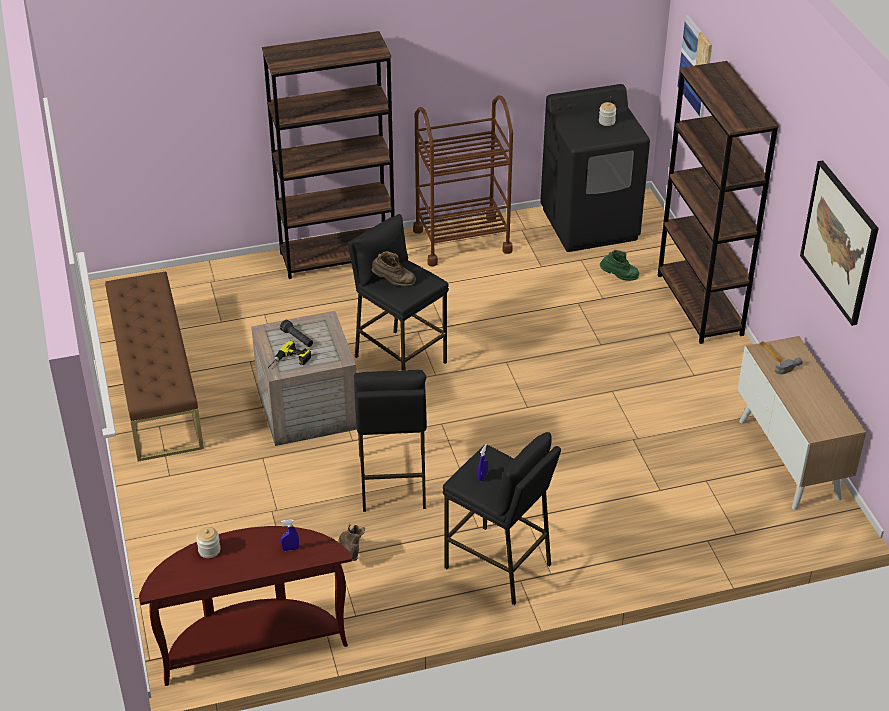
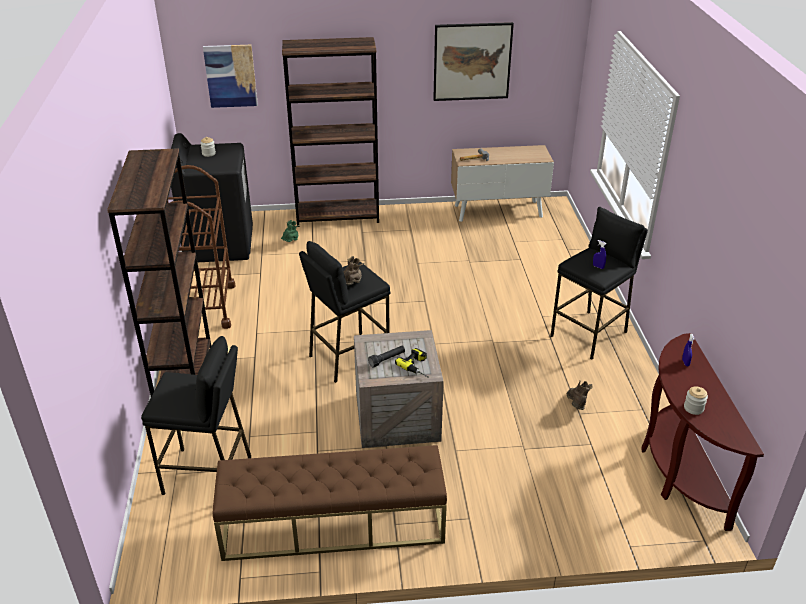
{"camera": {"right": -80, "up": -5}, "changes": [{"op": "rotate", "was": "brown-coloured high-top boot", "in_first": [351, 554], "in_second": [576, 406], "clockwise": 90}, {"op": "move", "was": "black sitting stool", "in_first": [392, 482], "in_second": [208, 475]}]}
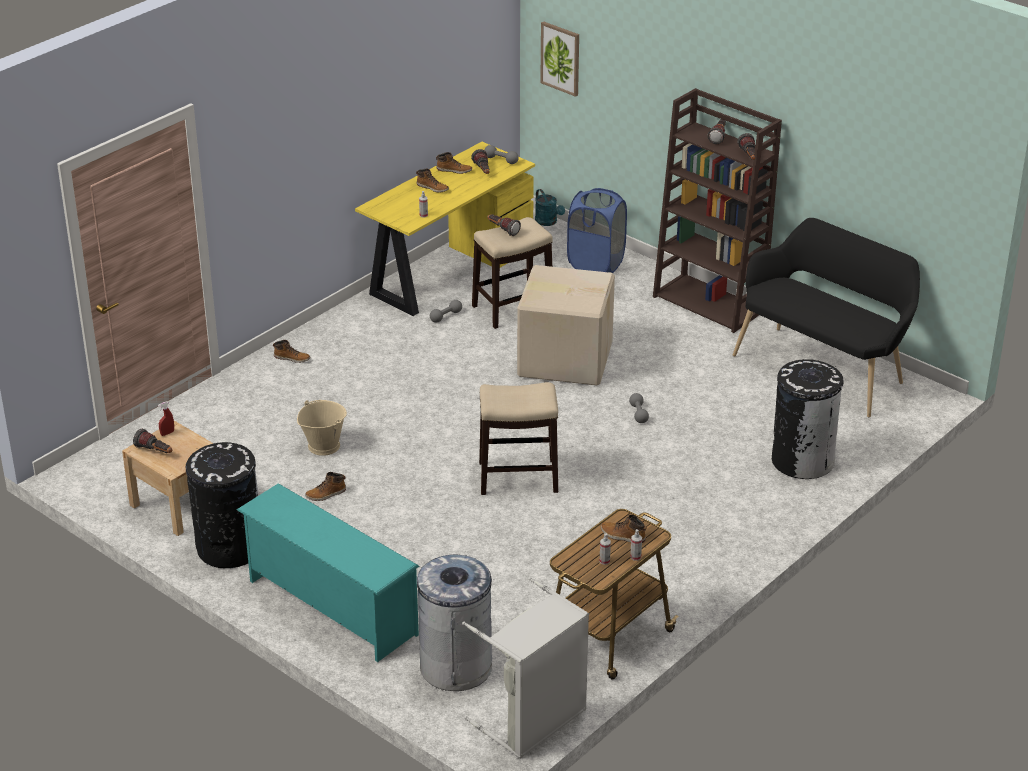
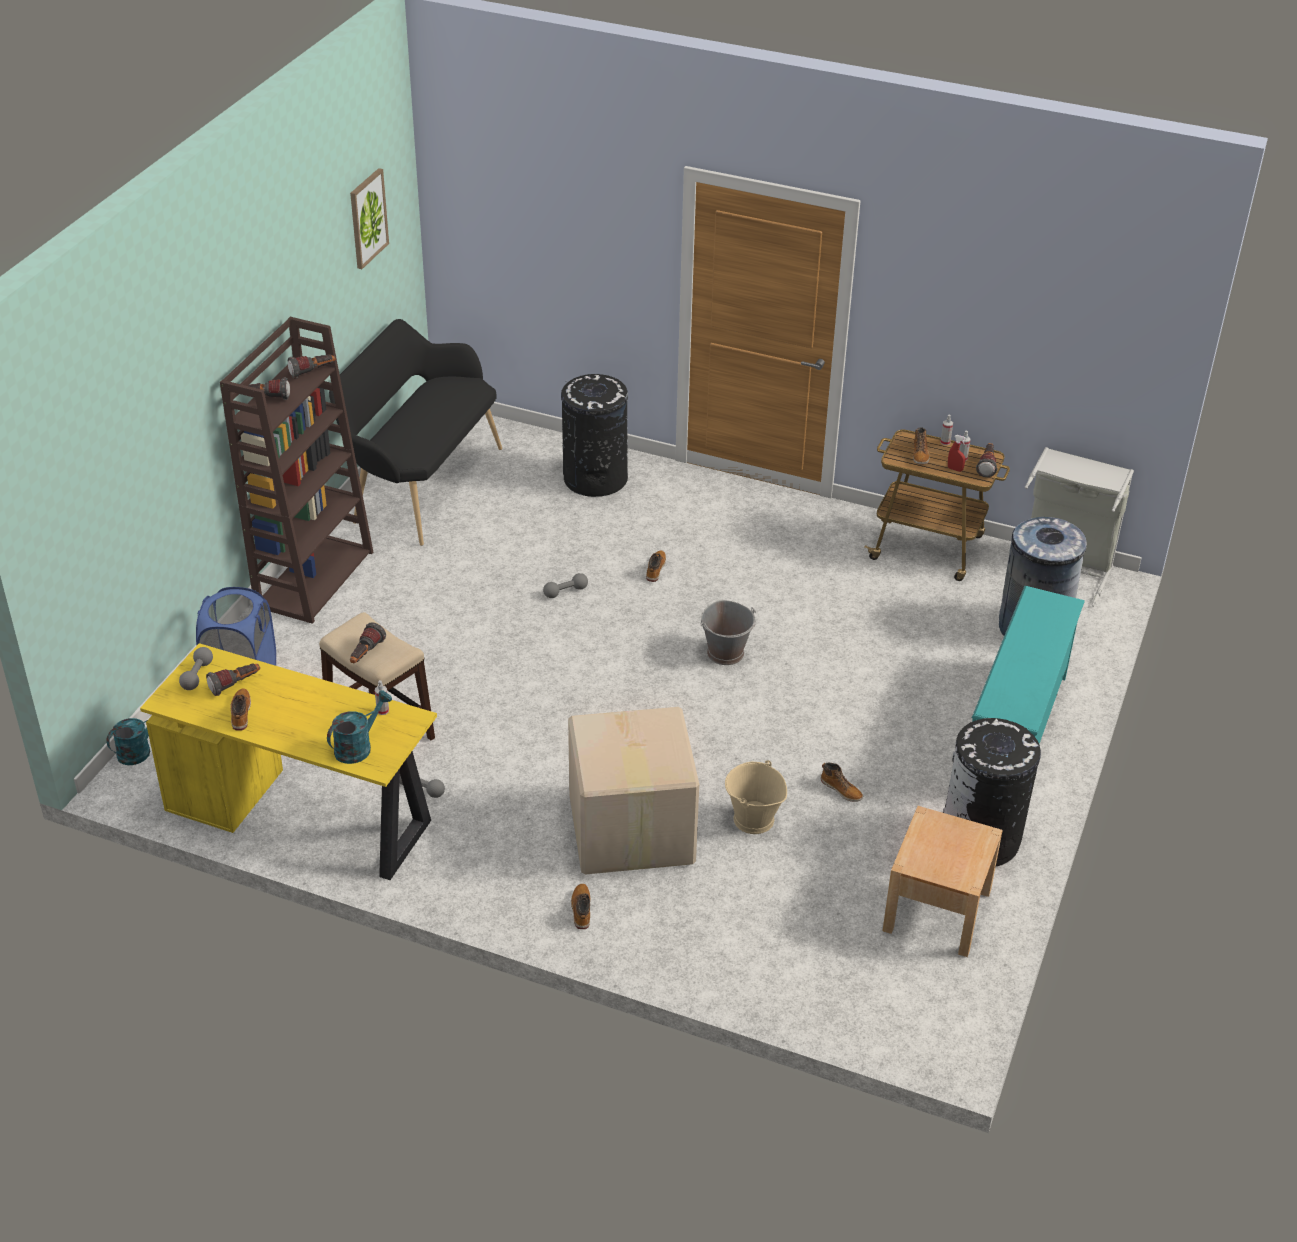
{"camera": {"right": -110, "up": 5}, "changes": [{"op": "move", "was": "torch", "in_first": [155, 451], "in_second": [987, 466]}, {"op": "move", "was": "red spray bottle", "in_first": [167, 433], "in_second": [955, 469]}, {"op": "move", "was": "high-top boot", "in_first": [433, 188], "in_second": [655, 569]}, {"op": "replace", "was": "sitting stool", "now": "gray water bucket", "in_first": [517, 477], "in_second": [726, 653]}, {"op": "move", "was": "cardboard box", "in_first": [564, 358], "in_second": [629, 831]}, {"op": "move", "was": "wall art", "in_first": [560, 58], "in_second": [367, 218]}, {"op": "insert", "now": "blue-green sprinkling can", "in_second": [358, 746]}]}
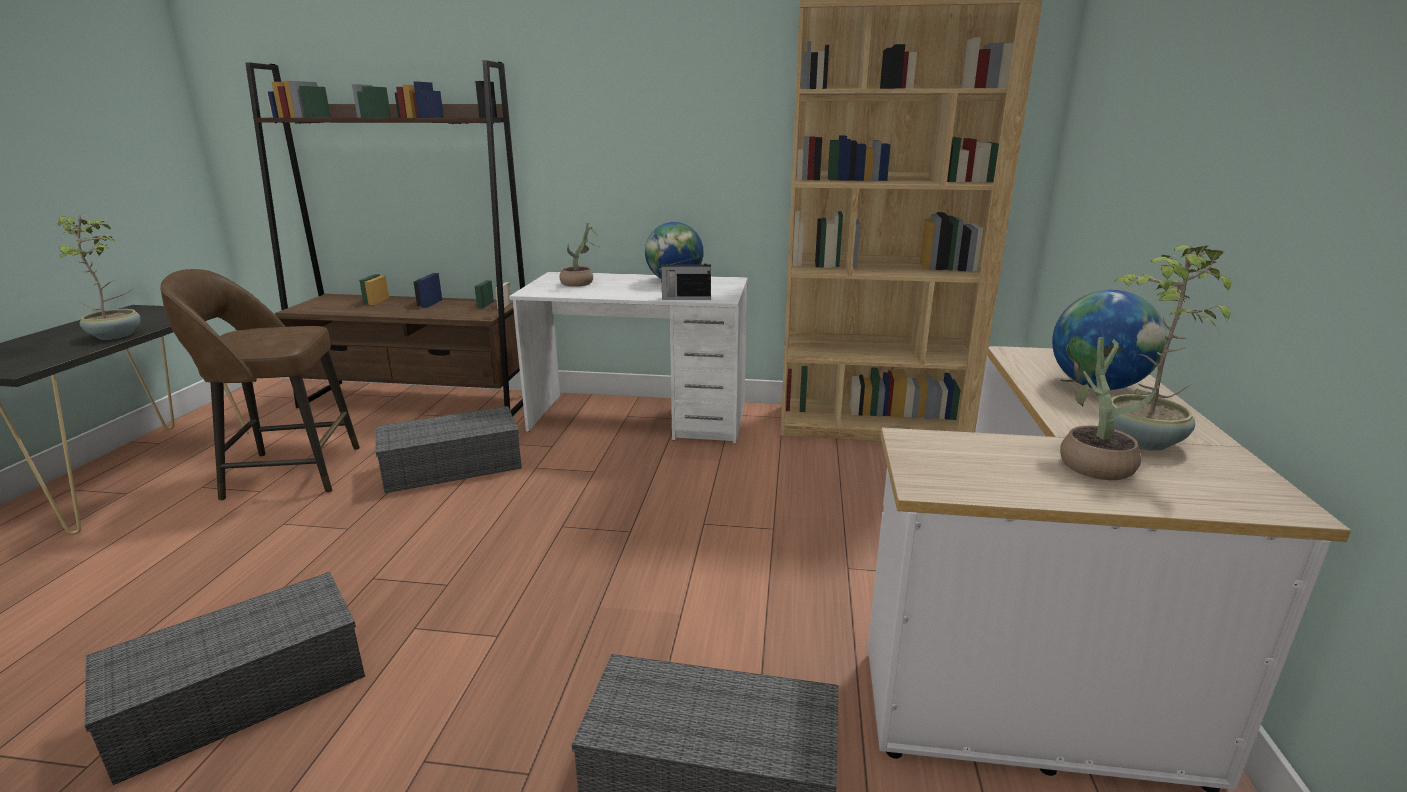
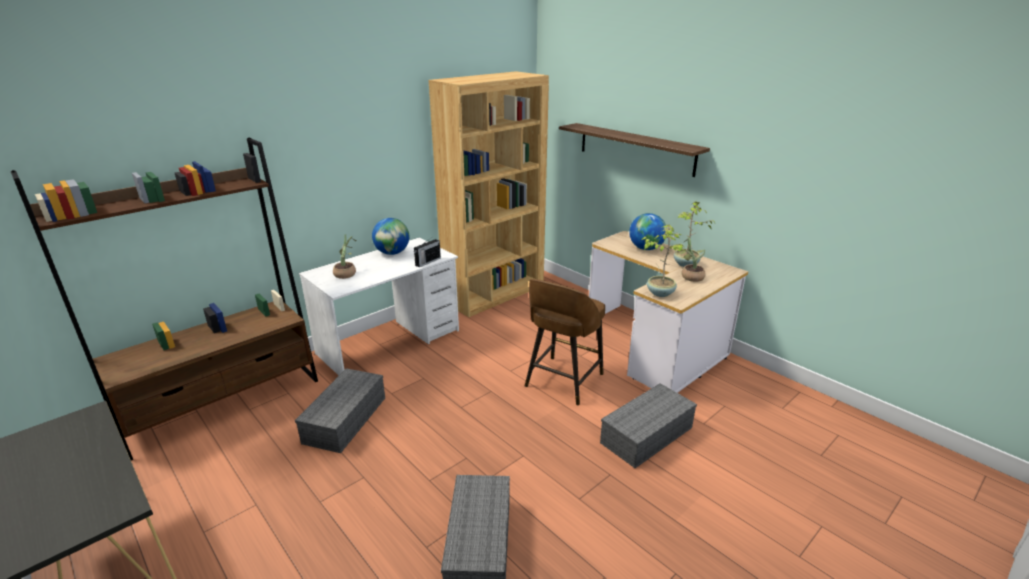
{"camera": {"right": -50, "up": 5}, "changes": [{"op": "move", "was": "potted plant", "in_first": [117, 335], "in_second": [660, 293]}, {"op": "move", "was": "brown-coloured sitting stool", "in_first": [289, 472], "in_second": [563, 381]}, {"op": "insert", "now": "shelf", "in_second": [635, 148]}]}
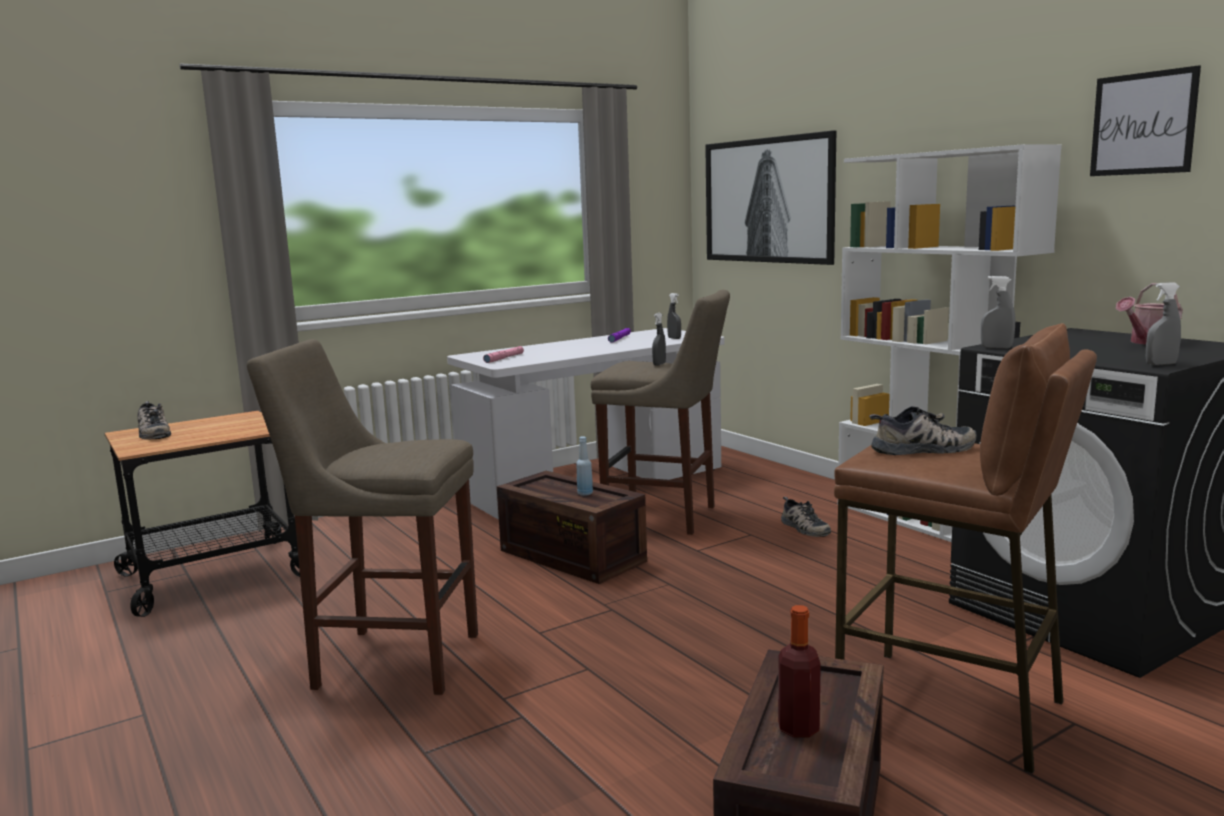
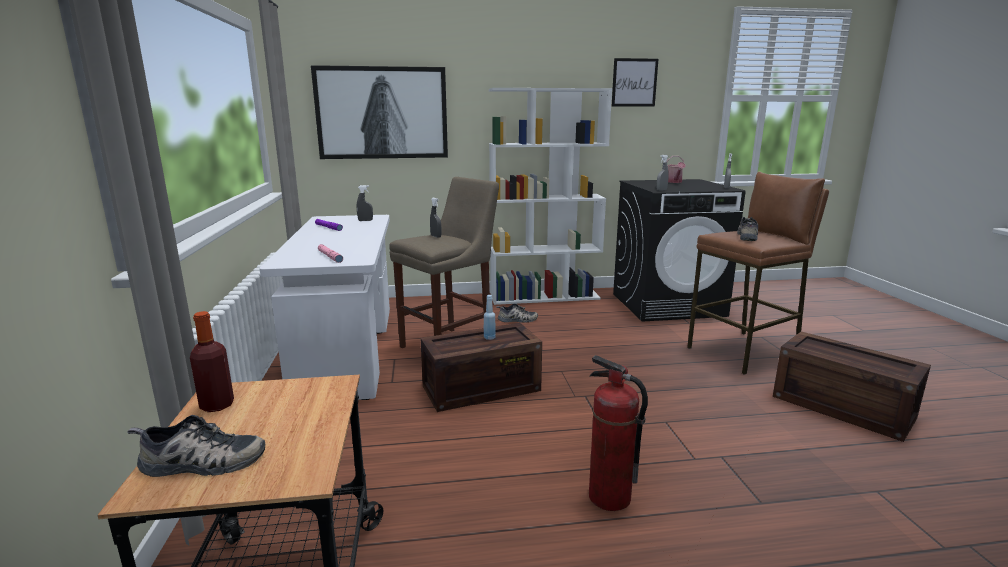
{"camera": {"right": -65, "up": 5}, "changes": [{"op": "replace", "was": "beige sitting stool", "now": "extinguisher", "in_first": [390, 659], "in_second": [609, 497]}, {"op": "move", "was": "bottle", "in_first": [798, 728], "in_second": [217, 405]}]}
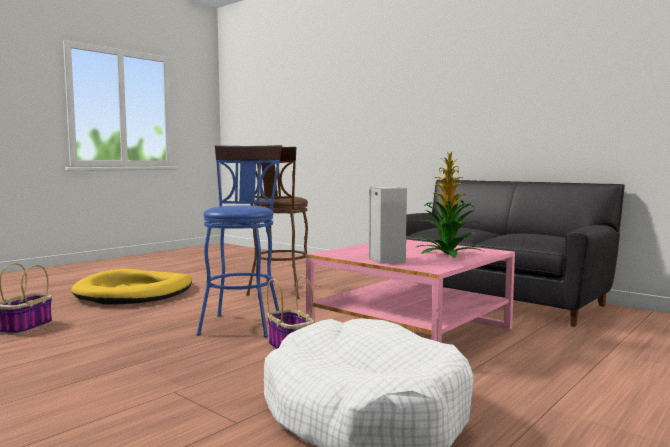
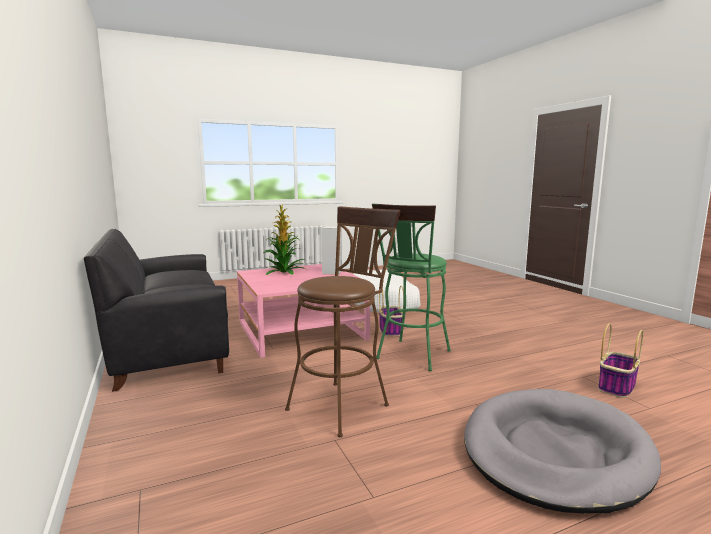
{"camera": {"right": -155, "up": 5}, "changes": [{"op": "recolor", "was": "yellow pet bed", "now": "gray pet bed", "in_first": [135, 292], "in_second": [554, 452]}, {"op": "recolor", "was": "bluish sitting stool", "now": "green-coloured sitting stool", "in_first": [242, 323], "in_second": [411, 357]}]}
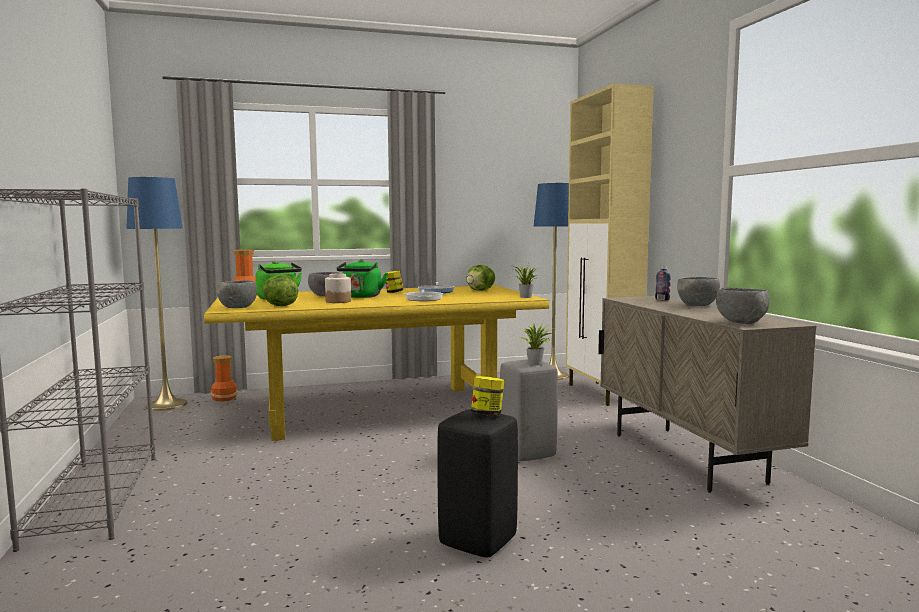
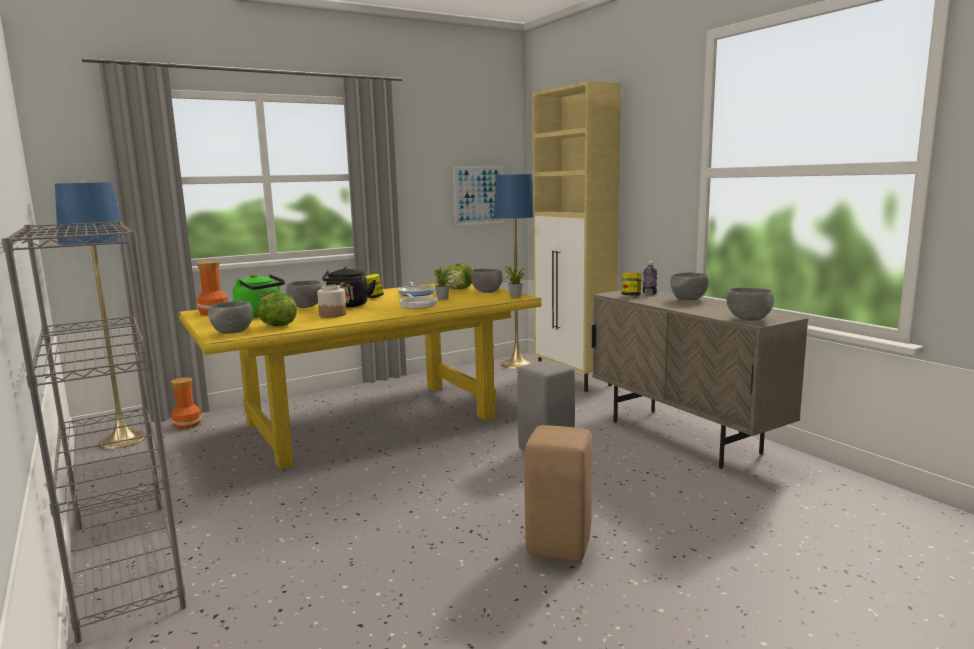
{"camera": {"right": -15, "up": 5}, "changes": [{"op": "recolor", "was": "green-coloured kettle", "now": "black kettle", "in_first": [361, 297], "in_second": [348, 306]}, {"op": "recolor", "was": "black sitting stool", "now": "beige sitting stool", "in_first": [479, 541], "in_second": [560, 546]}, {"op": "move", "was": "preserve jar", "in_first": [487, 414], "in_second": [631, 296]}, {"op": "move", "was": "potted plant", "in_first": [536, 363], "in_second": [444, 298]}, {"op": "insert", "now": "wall art", "in_second": [478, 195]}, {"op": "insert", "now": "gray serving bowl", "in_second": [486, 292]}]}
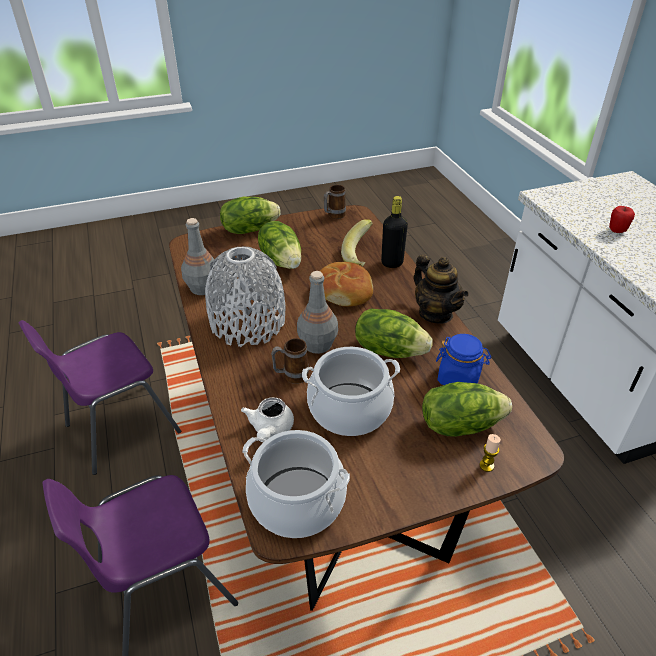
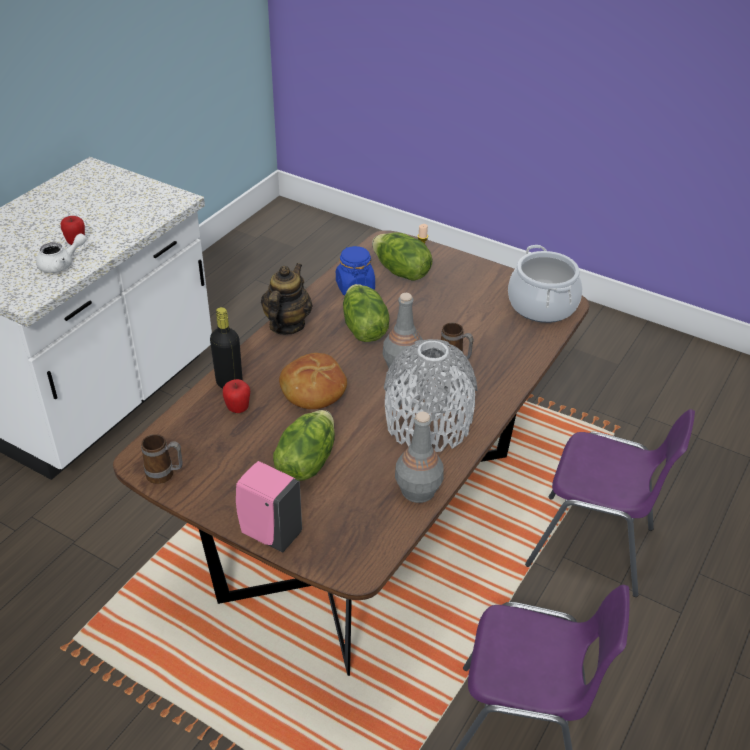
{"camera": {"right": -130, "up": 0}, "changes": [{"op": "replace", "was": "lettuce head", "now": "pinkish soap bottle", "in_first": [249, 229], "in_second": [269, 533]}, {"op": "move", "was": "whitish pot for tea", "in_first": [270, 429], "in_second": [61, 264]}, {"op": "delete", "was": "saucepot", "in_first": [349, 409]}, {"op": "replace", "was": "whole banana", "now": "whole apple", "in_first": [361, 256], "in_second": [238, 409]}]}
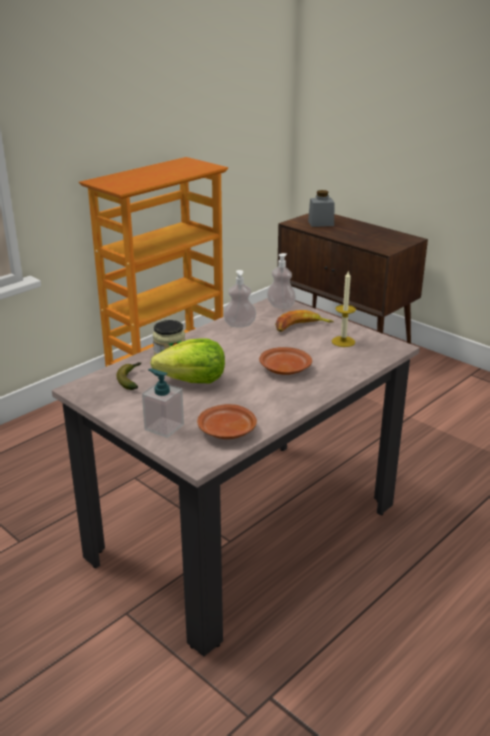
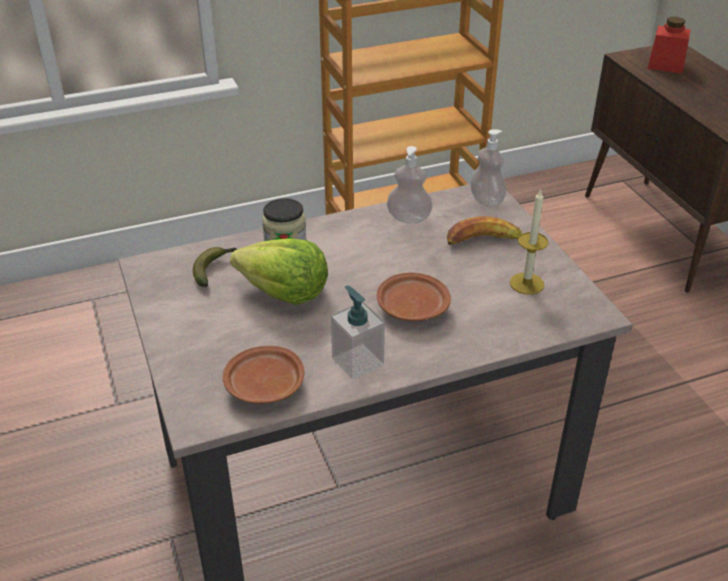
{"camera": {"right": 25, "up": 10}, "changes": [{"op": "move", "was": "soap bottle", "in_first": [164, 427], "in_second": [357, 361]}, {"op": "recolor", "was": "gray preserve jar", "now": "red preserve jar", "in_first": [321, 223], "in_second": [665, 65]}]}
